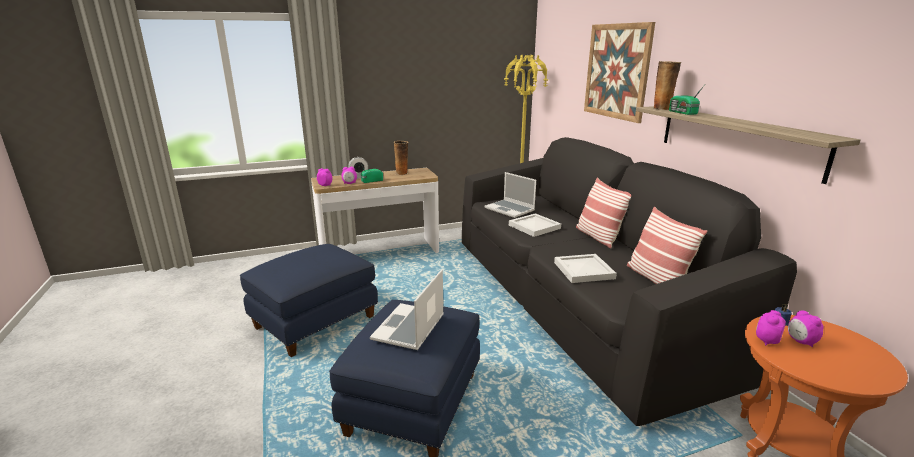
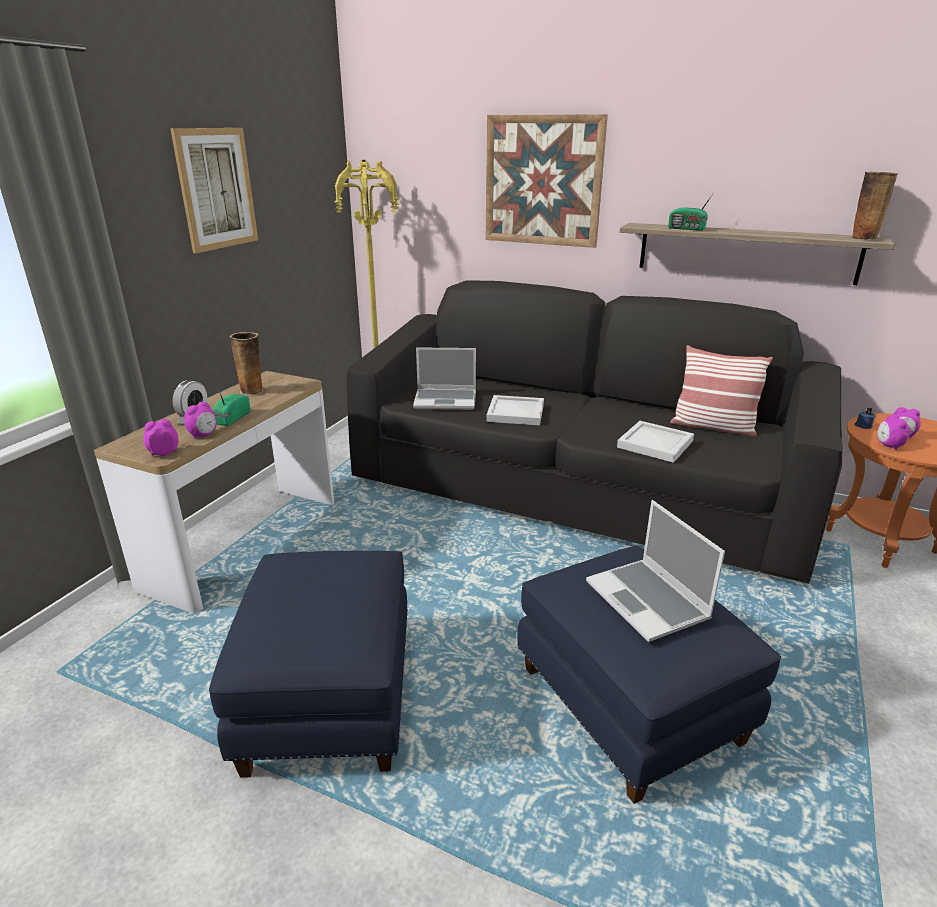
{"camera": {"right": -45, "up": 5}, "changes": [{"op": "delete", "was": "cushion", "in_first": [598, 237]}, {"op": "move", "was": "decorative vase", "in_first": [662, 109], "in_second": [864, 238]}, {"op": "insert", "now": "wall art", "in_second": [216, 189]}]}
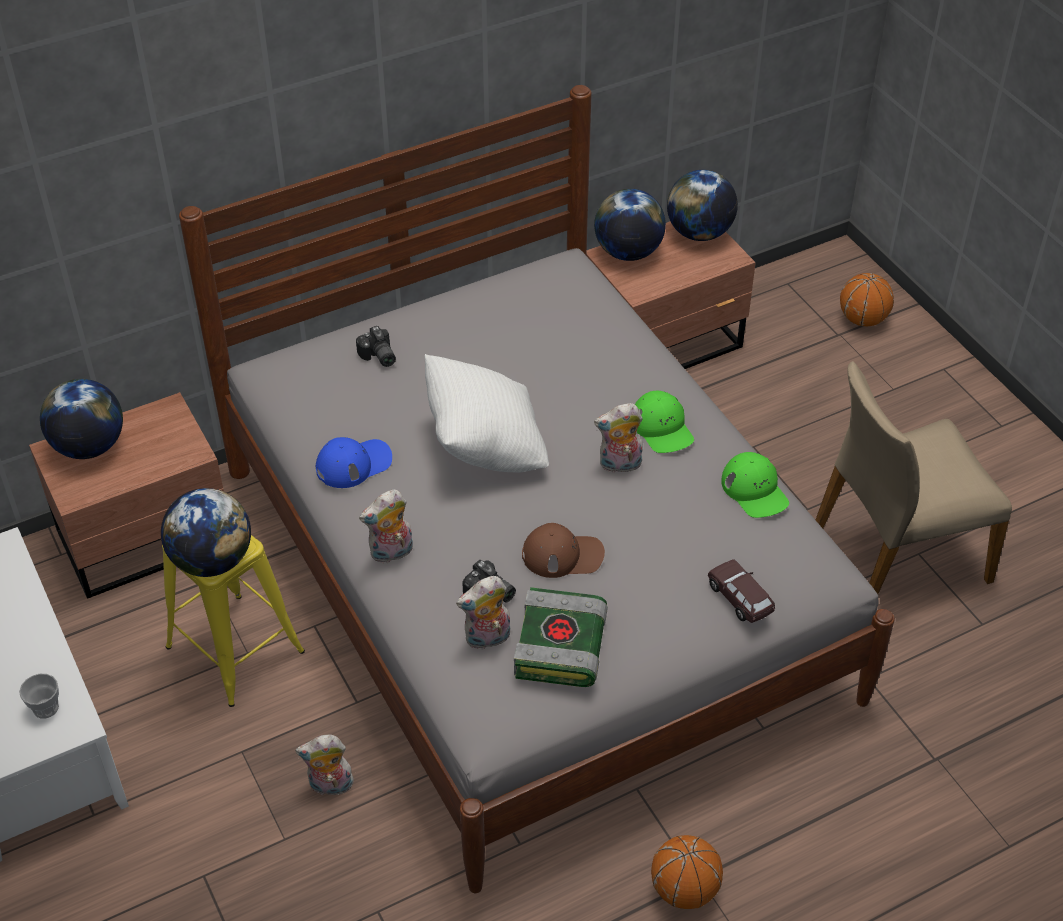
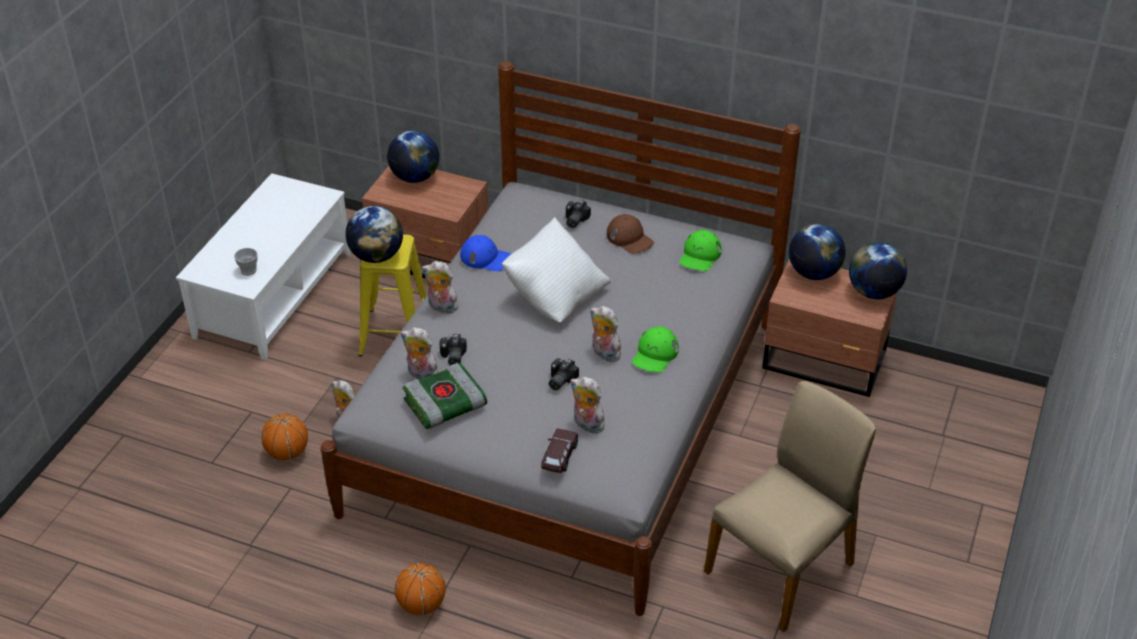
{"camera": {"right": 50, "up": -5}, "changes": [{"op": "move", "was": "brown-coloured baseball cap", "in_first": [563, 555], "in_second": [630, 239]}, {"op": "move", "was": "green-coloured baseball cap", "in_first": [755, 490], "in_second": [700, 255]}, {"op": "rotate", "was": "beige upright chair", "in_first": [897, 554], "in_second": [782, 567], "clockwise": 105}, {"op": "move", "was": "basketball", "in_first": [862, 319], "in_second": [287, 452]}, {"op": "insert", "now": "photo camera", "in_second": [559, 380]}, {"op": "insert", "now": "soft toy", "in_second": [586, 425]}]}
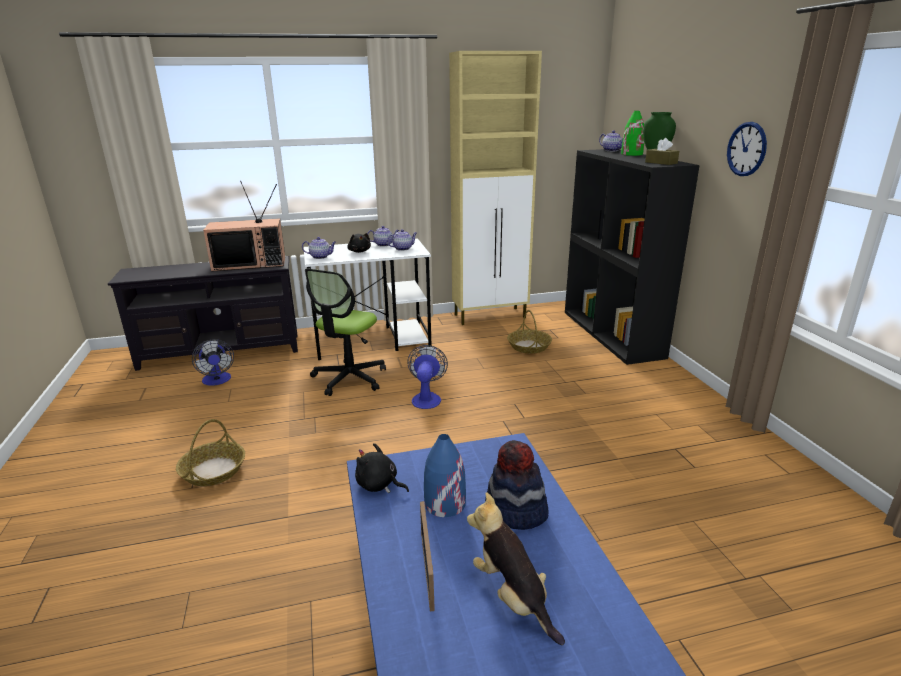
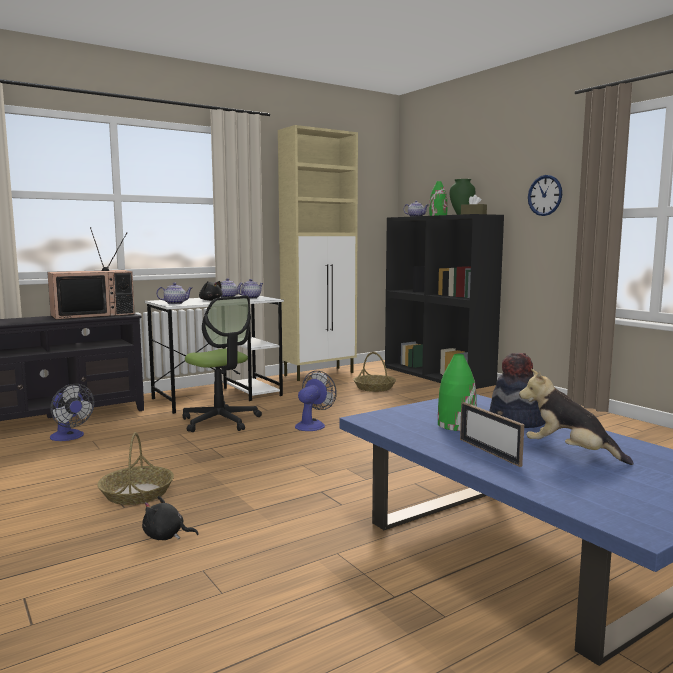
{"camera": {"right": -20, "up": -15}, "changes": [{"op": "rotate", "was": "computer chair", "in_first": [349, 378], "in_second": [220, 421], "clockwise": -45}, {"op": "move", "was": "black soft toy", "in_first": [379, 485], "in_second": [166, 536]}, {"op": "rotate", "was": "electric fan", "in_first": [426, 398], "in_second": [313, 425], "clockwise": 45}, {"op": "recolor", "was": "bluish decorative vase", "now": "green-coloured decorative vase", "in_first": [444, 503], "in_second": [456, 425]}]}
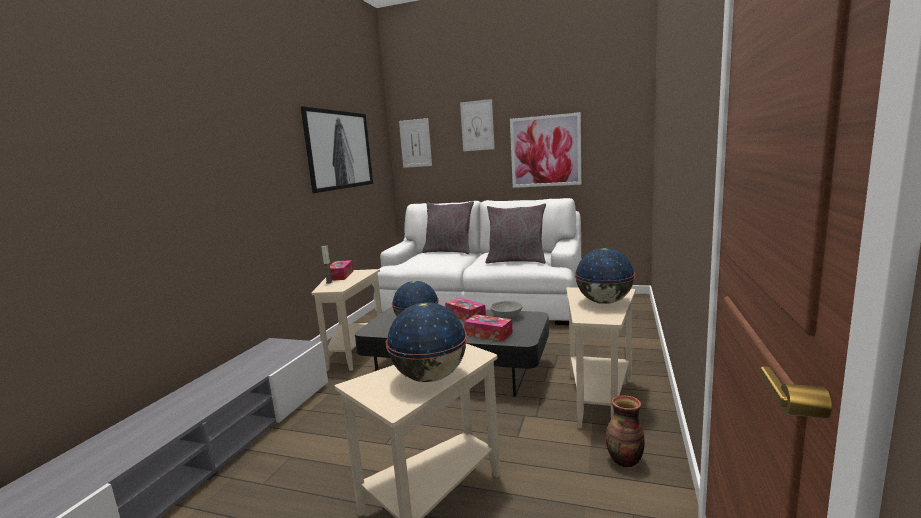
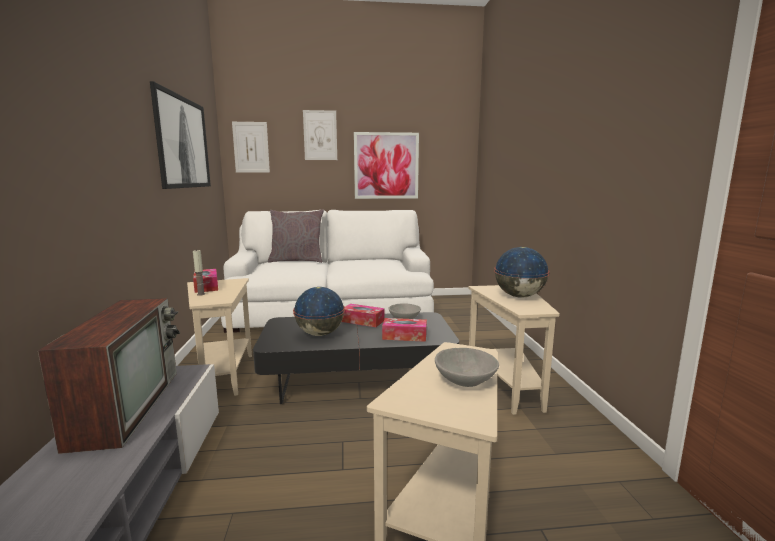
{"camera": {"right": -25, "up": 0}, "changes": [{"op": "replace", "was": "desk globe", "now": "gray serving bowl", "in_first": [430, 377], "in_second": [465, 380]}, {"op": "delete", "was": "gray cushion", "in_first": [516, 261]}, {"op": "delete", "was": "decorative vase", "in_first": [624, 460]}, {"op": "insert", "now": "TV", "in_second": [127, 405]}]}
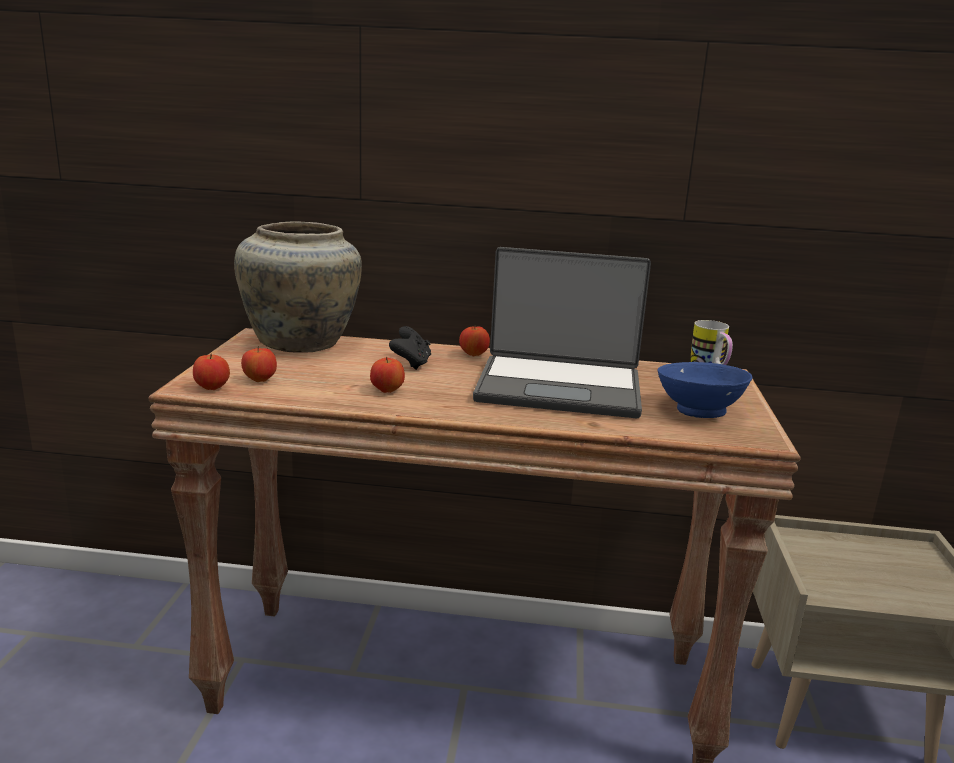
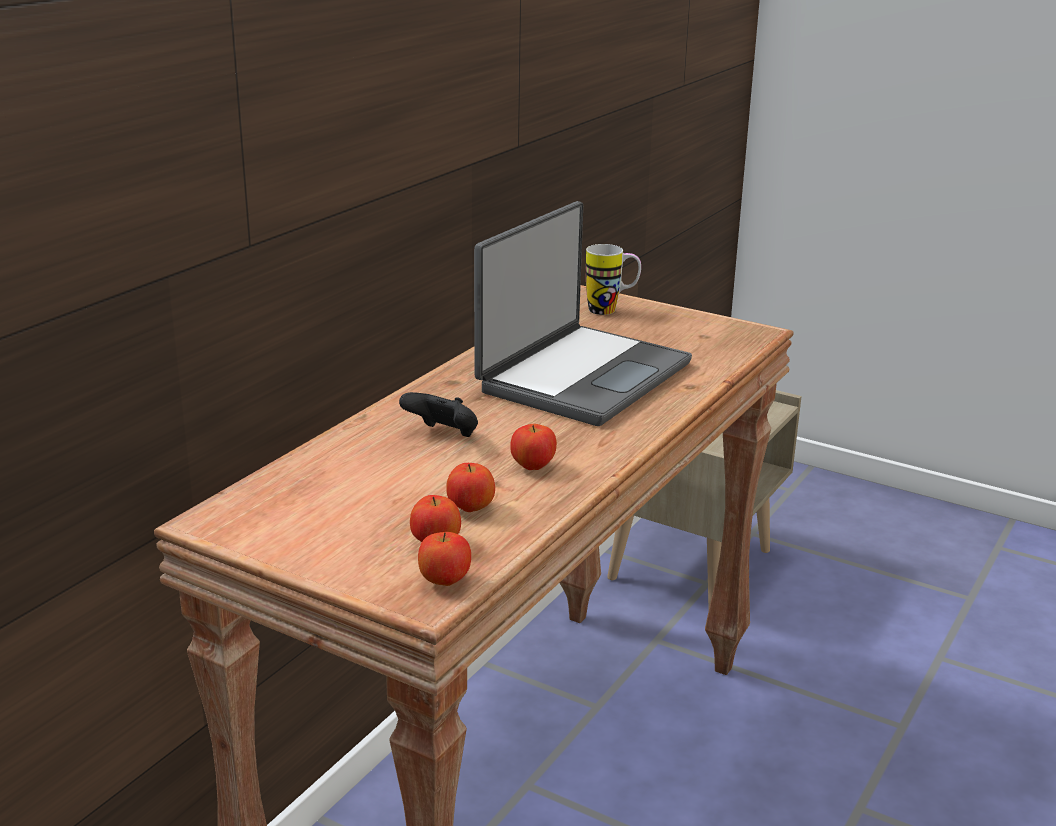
{"camera": {"right": -65, "up": 5}, "changes": [{"op": "delete", "was": "beige decorative vase", "in_first": [302, 344]}, {"op": "move", "was": "whole apple", "in_first": [473, 355], "in_second": [470, 509]}, {"op": "delete", "was": "bluish serving bowl", "in_first": [699, 411]}]}
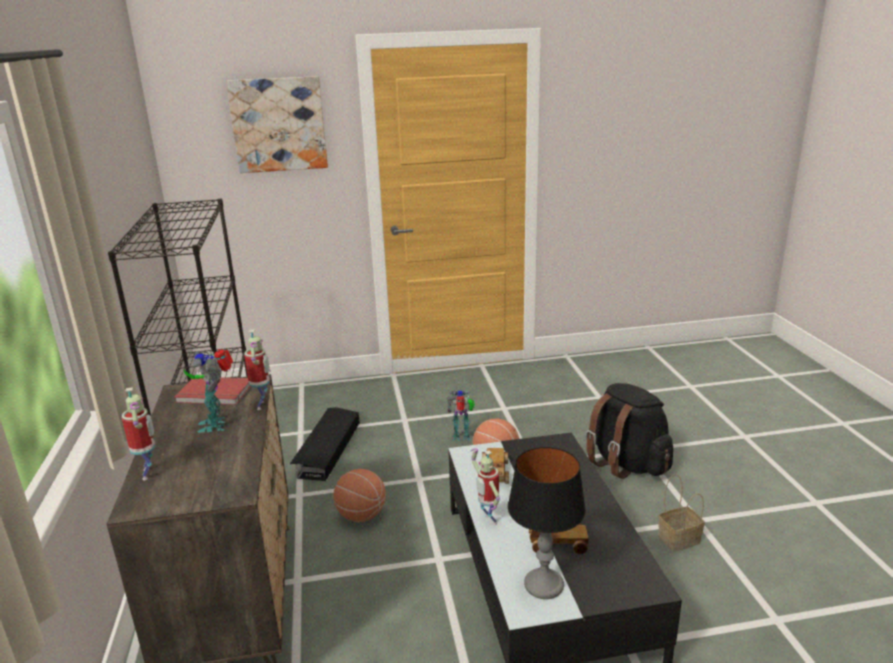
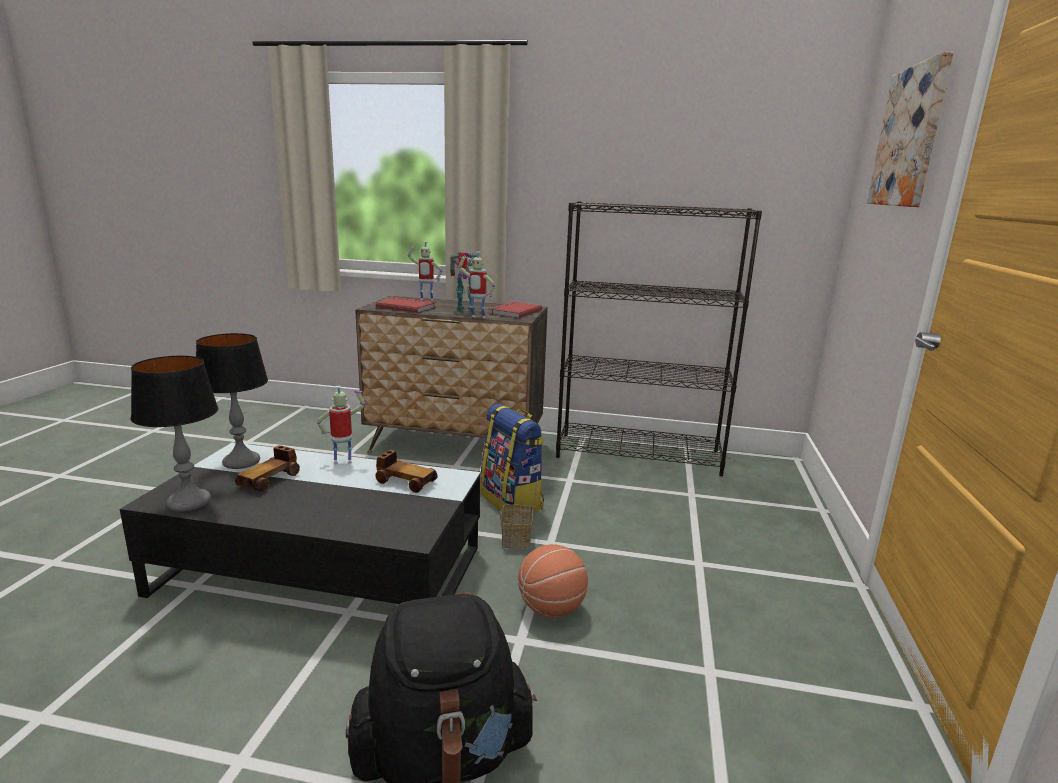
{"camera": {"right": 110, "up": -5}, "changes": [{"op": "delete", "was": "black storage bin", "in_first": [327, 449]}, {"op": "replace", "was": "basketball", "now": "backpack", "in_first": [361, 515], "in_second": [512, 501]}, {"op": "delete", "was": "toy robot", "in_first": [462, 437]}, {"op": "move", "was": "basket", "in_first": [679, 538], "in_second": [517, 539]}, {"op": "insert", "now": "lamp for a table", "in_second": [189, 502]}, {"op": "insert", "now": "red volume", "in_second": [407, 307]}]}
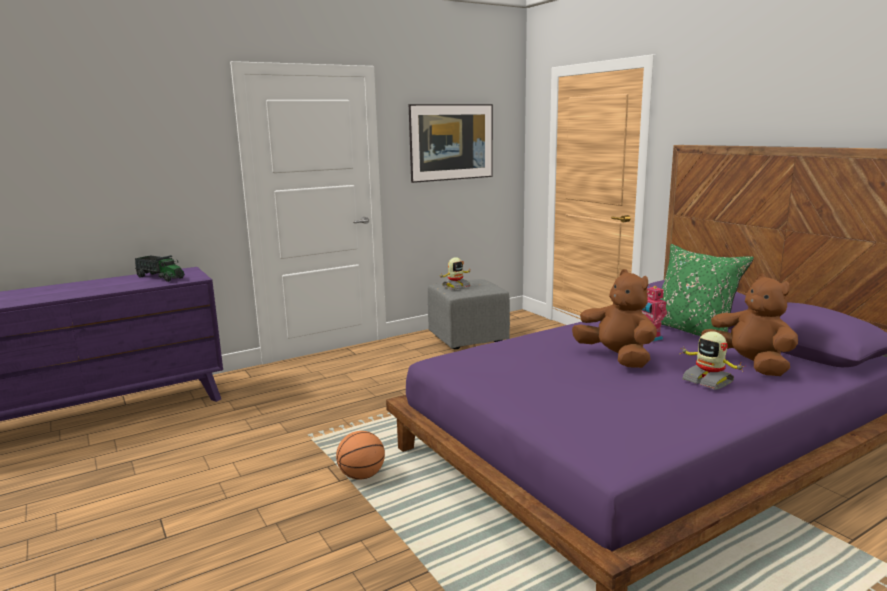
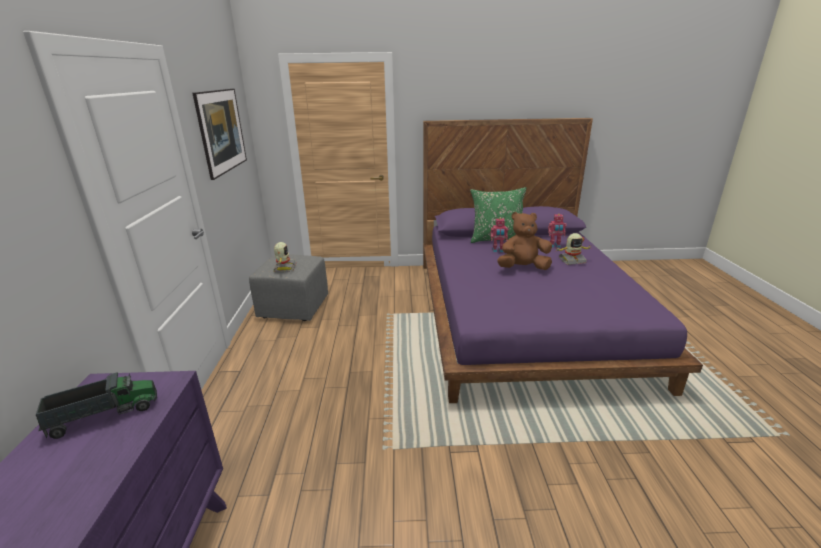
{"camera": {"right": -60, "up": 10}, "changes": [{"op": "delete", "was": "basketball", "in_first": [362, 476]}, {"op": "replace", "was": "brown-coloured soft toy", "now": "toy robot", "in_first": [749, 365], "in_second": [554, 246]}]}
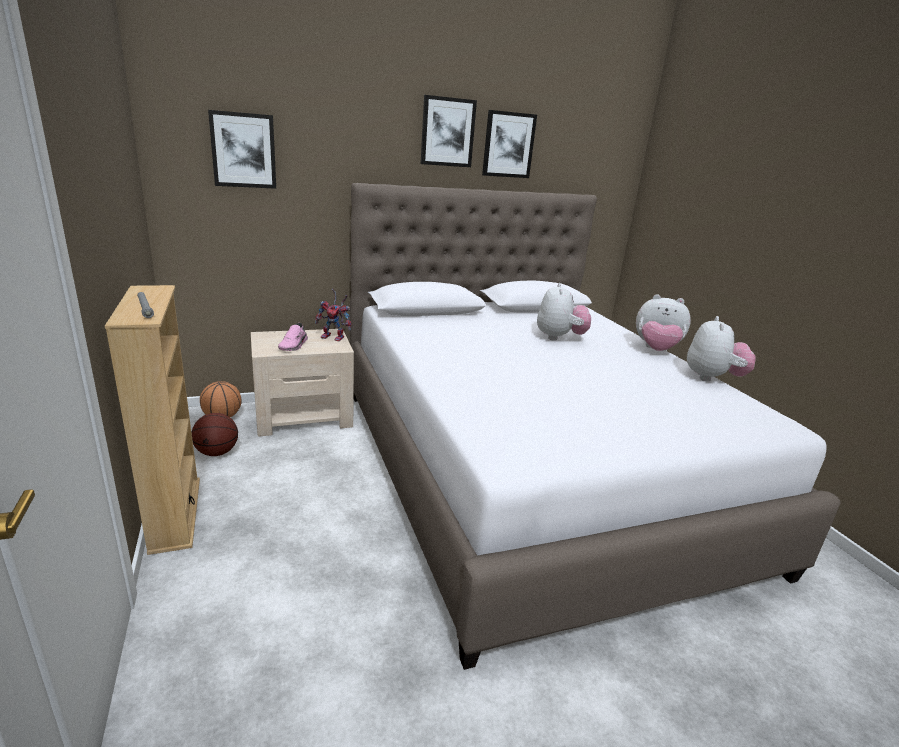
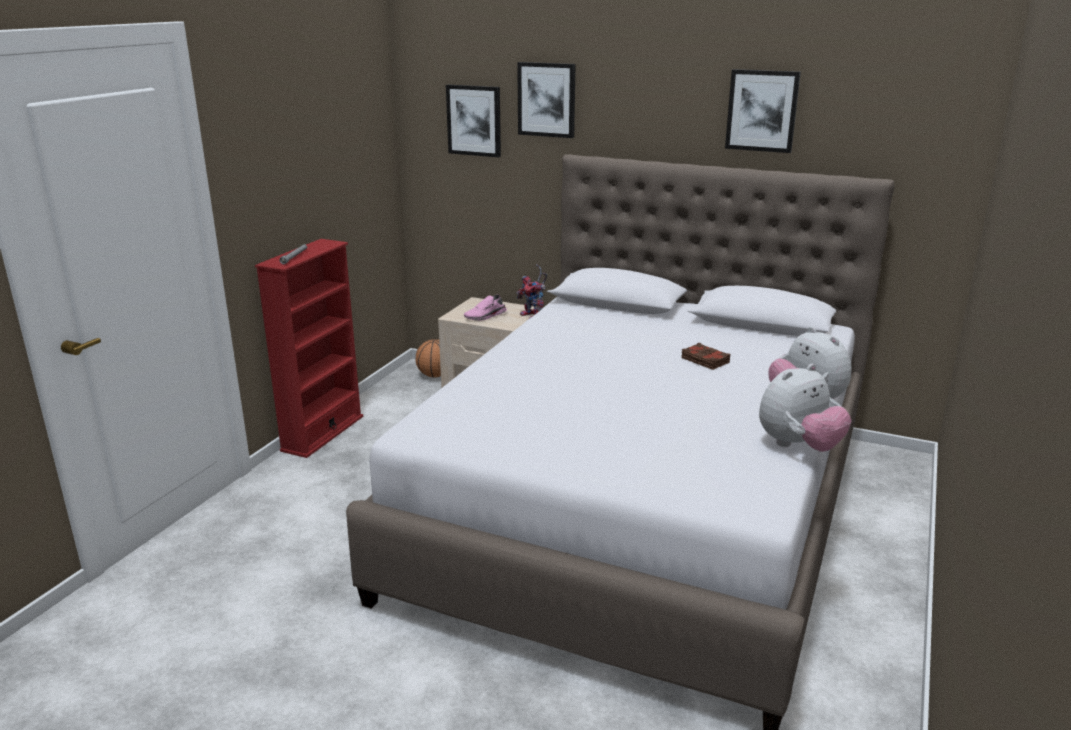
{"camera": {"right": 45, "up": 0}, "changes": [{"op": "recolor", "was": "beige bookshelf", "now": "red bookshelf", "in_first": [175, 514], "in_second": [322, 433]}, {"op": "delete", "was": "basketball", "in_first": [217, 452]}, {"op": "move", "was": "wall art", "in_first": [447, 132], "in_second": [547, 99]}, {"op": "replace", "was": "soft toy", "now": "brown-coloured volume", "in_first": [559, 338], "in_second": [704, 360]}]}
